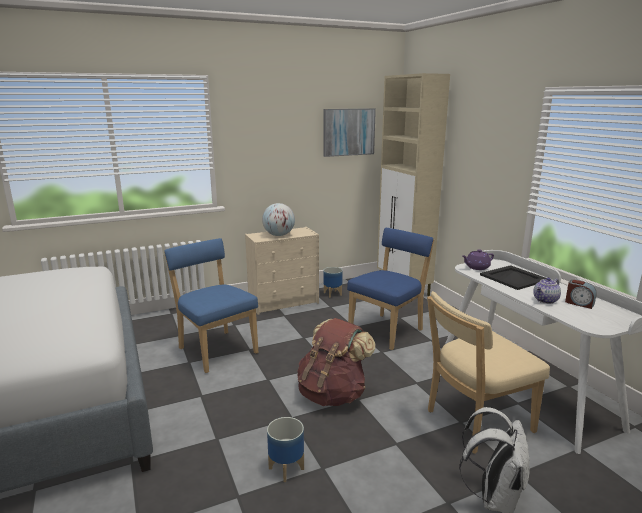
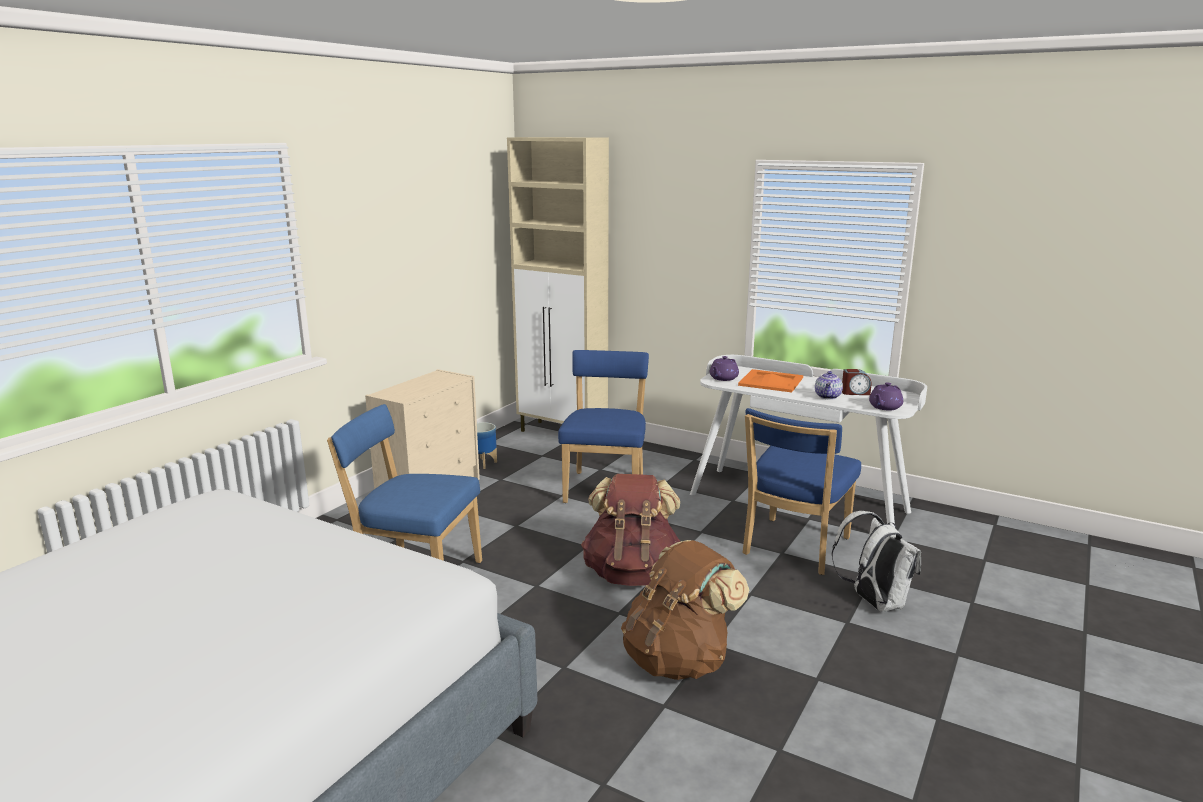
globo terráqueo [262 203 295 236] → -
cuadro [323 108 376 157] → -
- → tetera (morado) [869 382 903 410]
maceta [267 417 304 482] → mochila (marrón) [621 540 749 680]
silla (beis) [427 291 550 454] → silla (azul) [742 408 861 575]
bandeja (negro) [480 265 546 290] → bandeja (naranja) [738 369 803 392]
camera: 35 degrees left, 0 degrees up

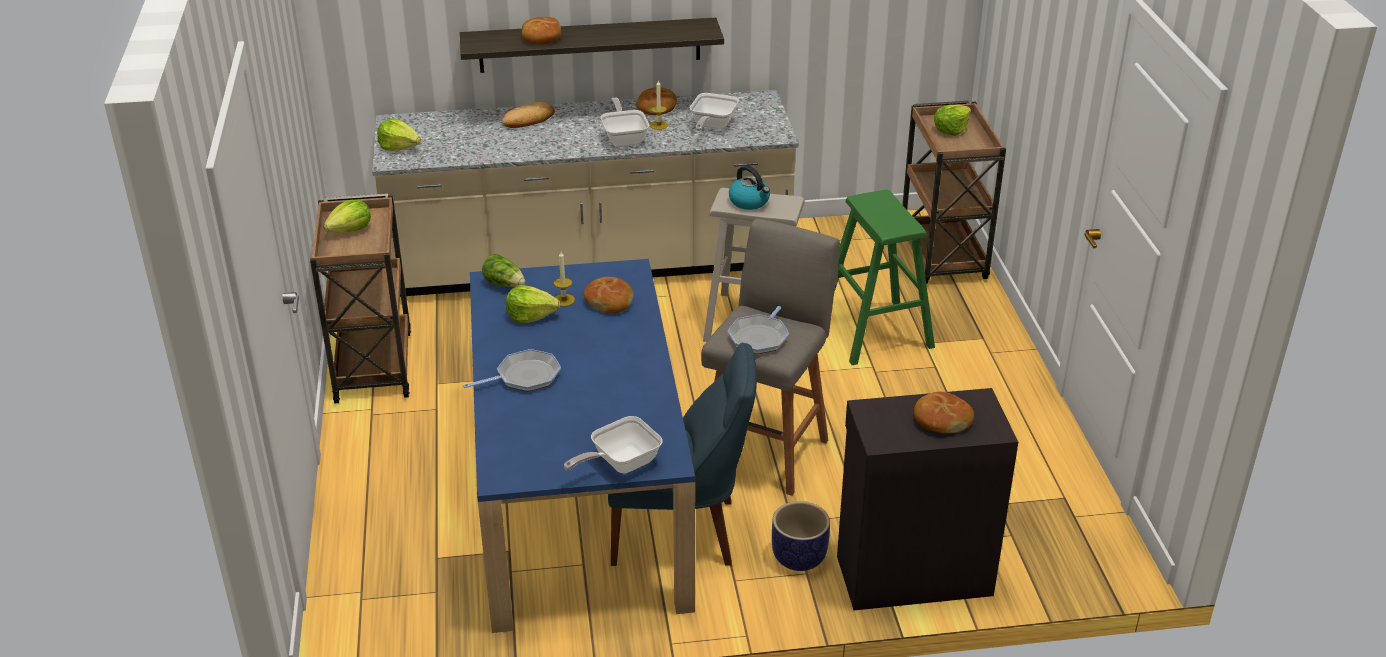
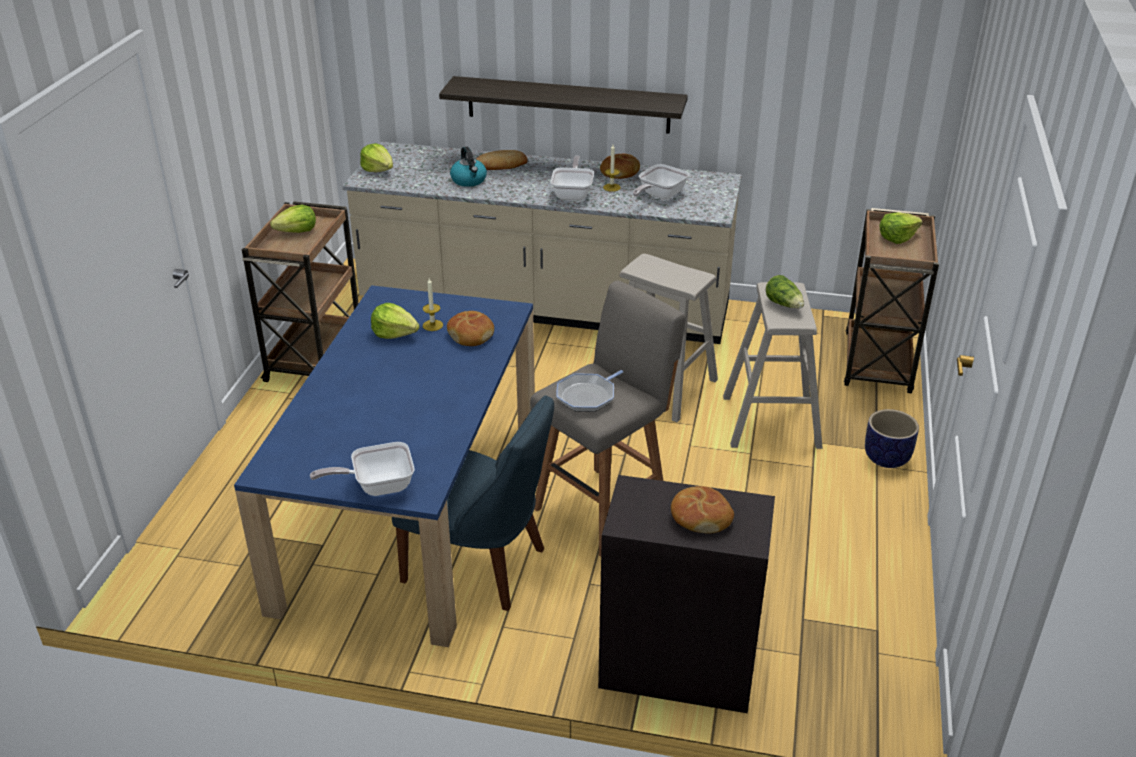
sartén [463 349 561 391] → -
pan [522 17 561 44] → -
lechuga [482 254 526 287] → lechuga [766 275 804 308], move
hervidor [729 165 770 210] → hervidor [450 147 487 187], move
maceta [772 501 830 571] → maceta [865 409 919 468], move
taburete (verde) [834 190 935 365] → taburete (beis) [723 282 823 449]
camera: 20 degrees right, 0 degrees up

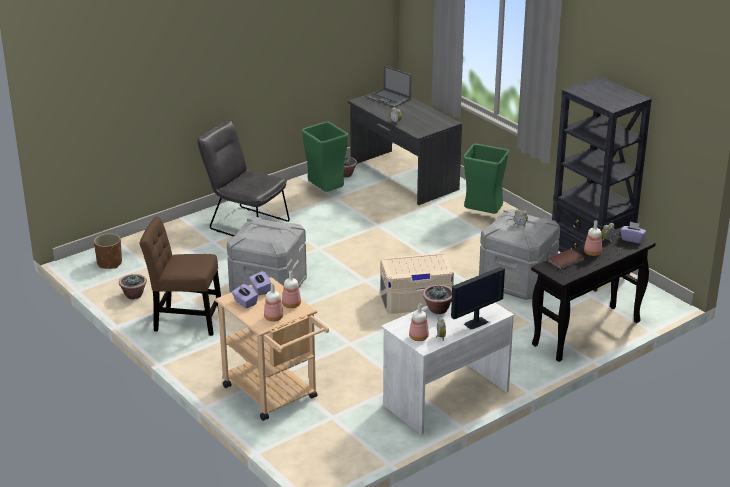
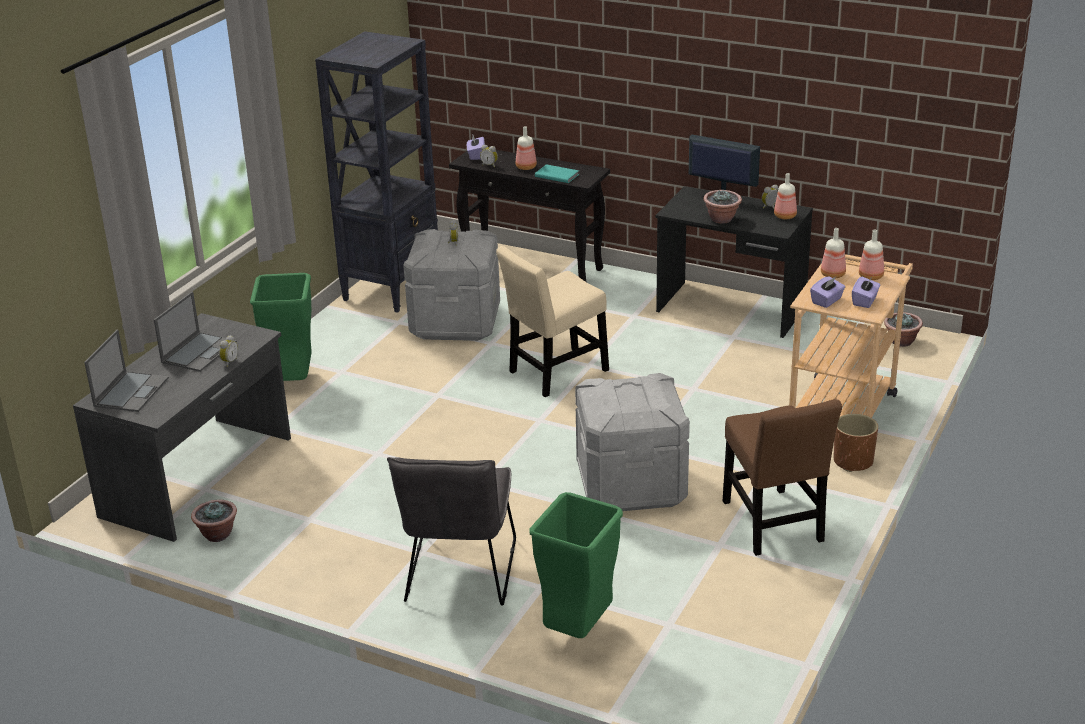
- → portátil [154 292 237 372]
maceta (marrón) [94 233 122 269] → maceta (marrón) [834 414 878 472], move
planta en maceta [119 274 147 300] → planta en maceta [884 312 923 347], move
papelera (verde) [302 121 348 192] → papelera (verde) [529 492 623 638], move
caja de almacenaje (beis) [381 253 454 314] → silla (beis) [496 246 609 397]
escritorio (blanco) [381 301 514 435] → escritorio (negro) [655 186 813 338]
libro (marrón) [547 249 584 270] → libro (turquesa) [535 164 579 183]
camera: 115 degrees left, 0 degrees up

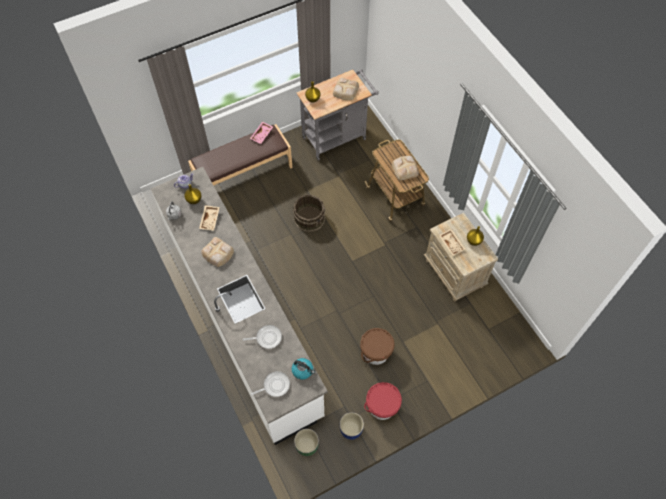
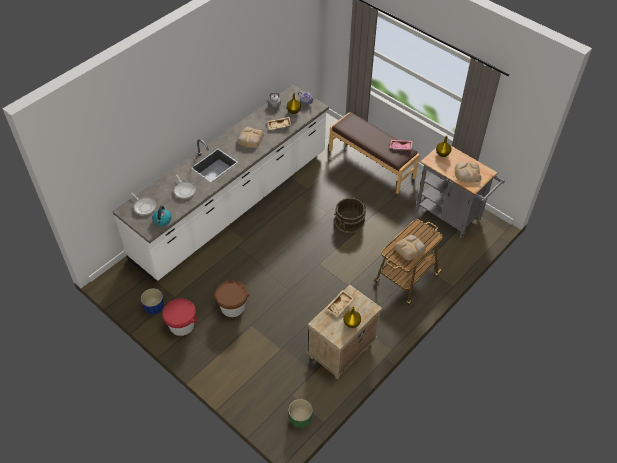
maceta (verde) [294 429 319 456] → maceta (verde) [288 399 313 428], move
camera: 70 degrees right, 10 degrees down

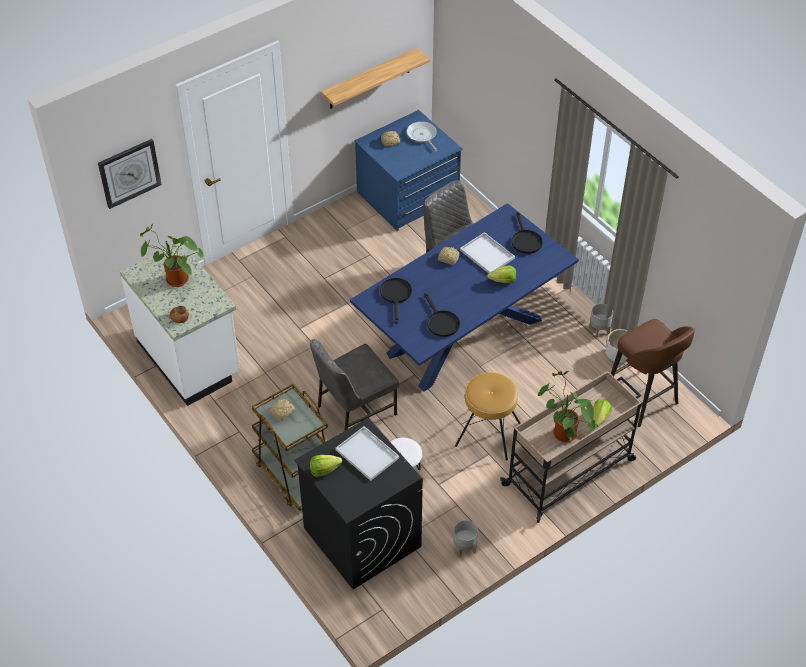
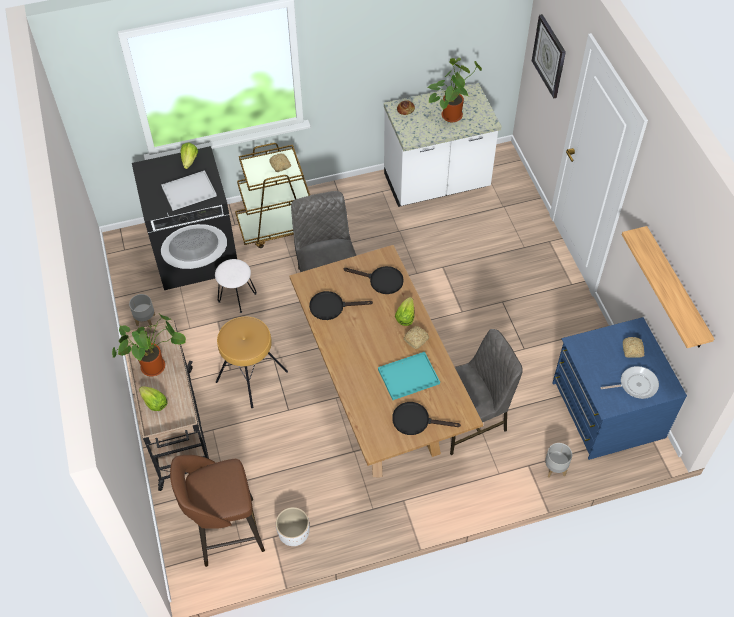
lechuga [487 266 516 283] → lechuga [395 297 415 326], move
maceta (gris) [589 303 613 338] → maceta (gris) [545 443 572 477], move
mesa de comedor (azul) [350 203 579 391] → mesa de comedor (marrón) [290 245 483 477]
bandeja (blanco) [460 232 515 273] → bandeja (turquesa) [378 352 440 400]
camera: 110 degrees right, 5 degrees up

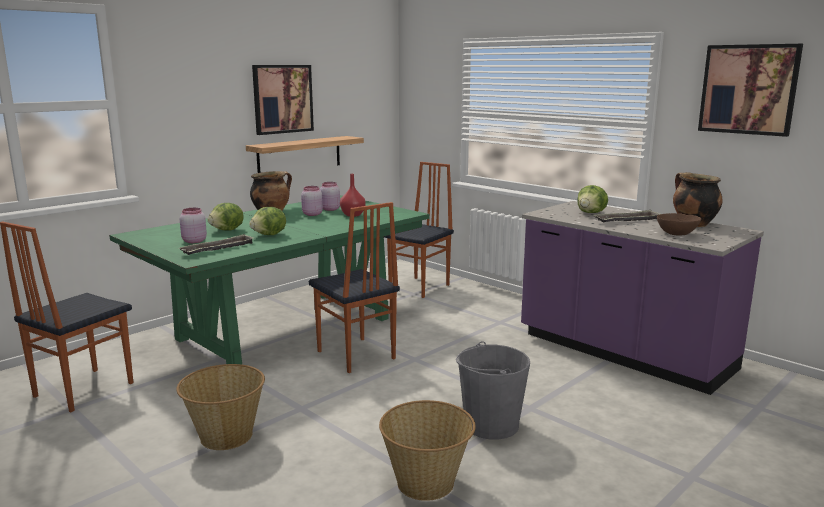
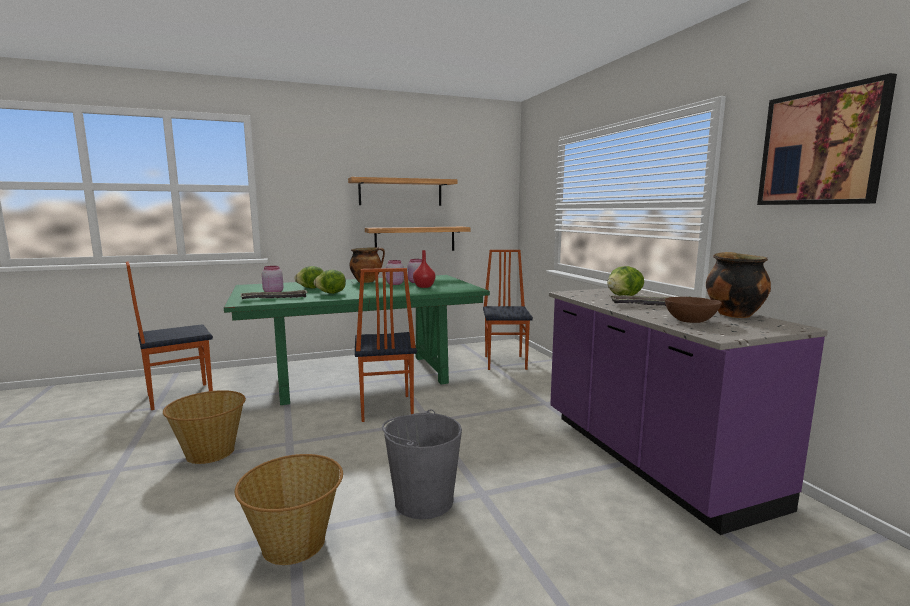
cuadro [252 65 314 135] → estante [348 177 457 206]
silla [384 162 454 298] → silla [483 250 533 370], 60 degrees counterclockwise
camera: 25 degrees right, 5 degrees down

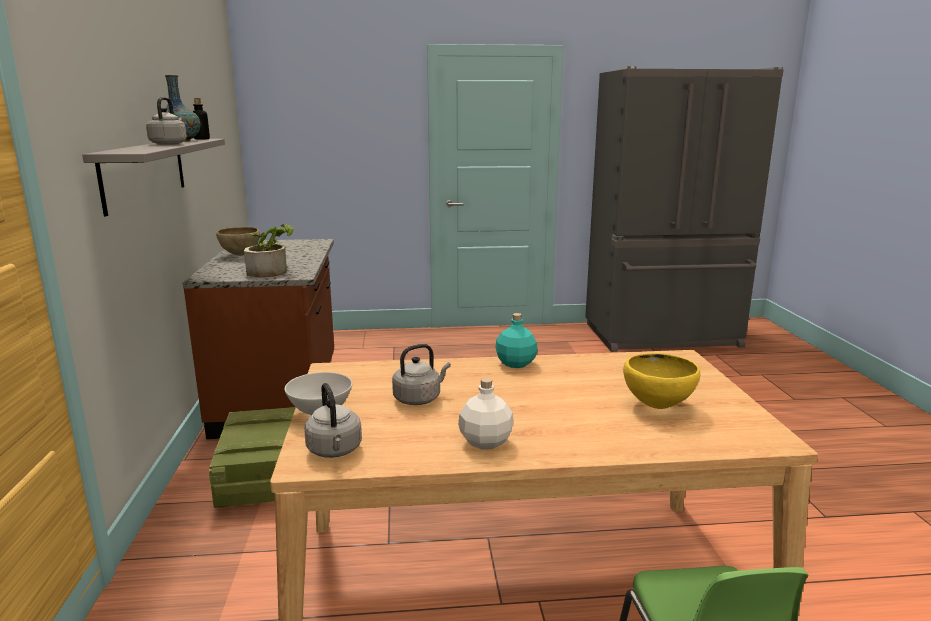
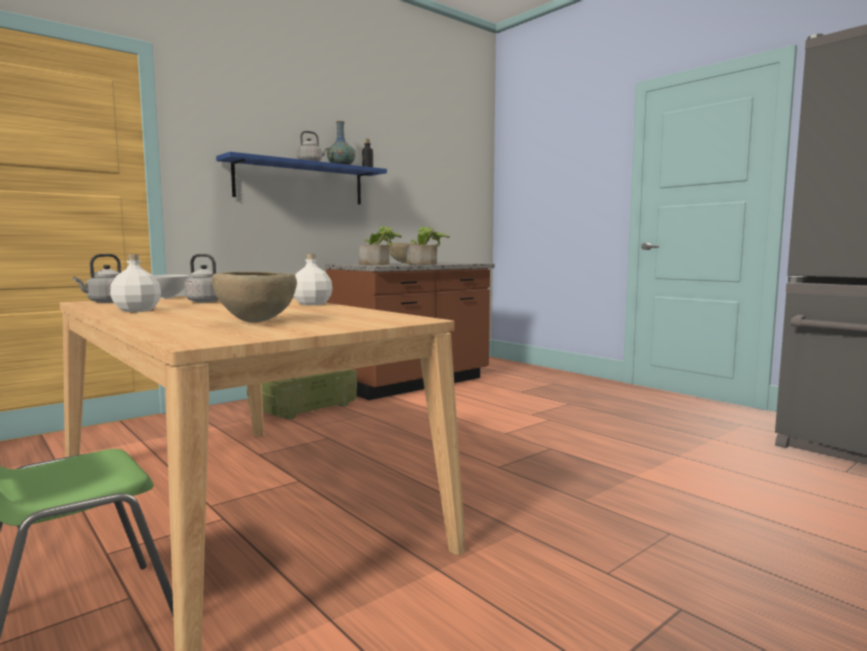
- → planta en maceta [406 227 450 264]
estante (gris) [82 139 225 217] → estante (azul) [216 152 387 204]
botella (turquesa) [495 313 538 368] → botella (blanco) [294 254 333 305]
cuenco (amarillo) [623 353 700 409] → cuenco (marrón) [212 271 297 323]
camera: 55 degrees right, 10 degrees down

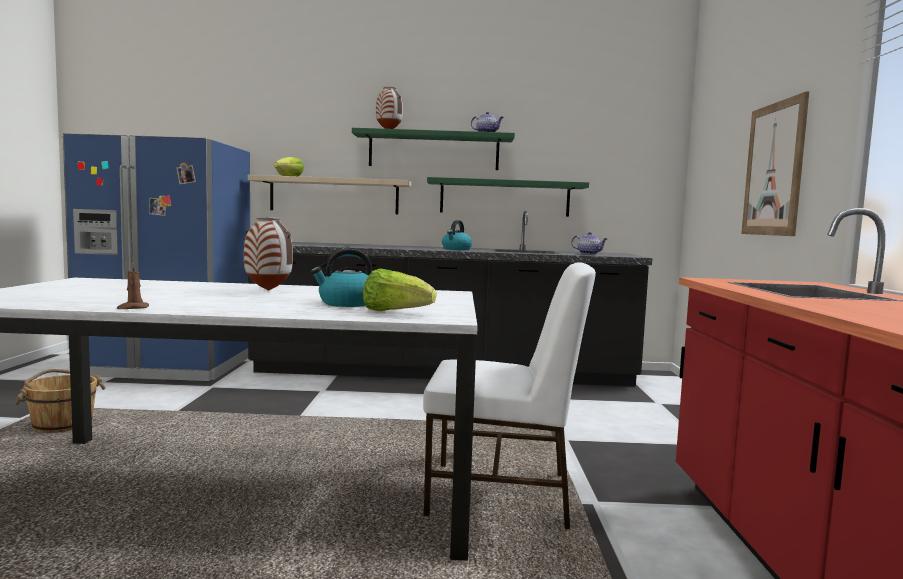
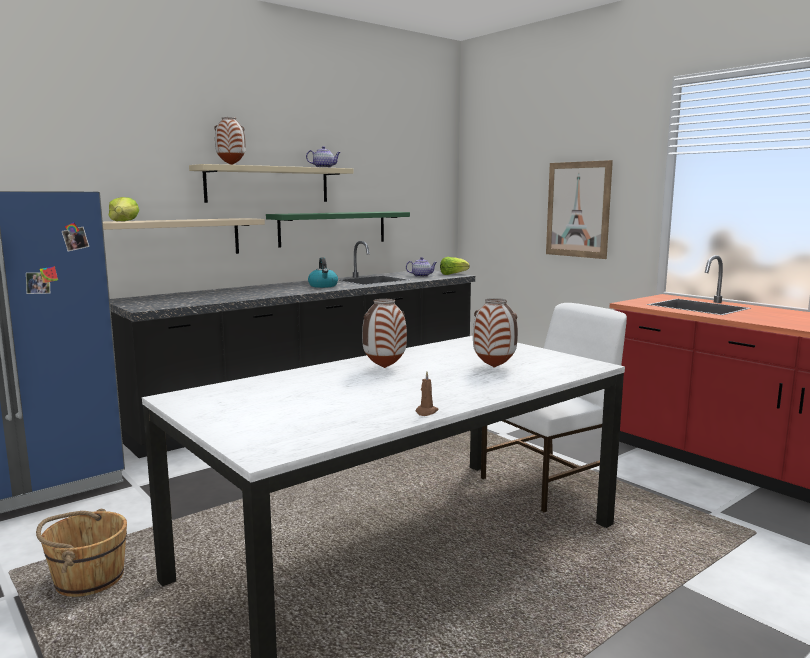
lechuga [363 268 436 311] → lechuga [440 257 470 275], move
hervidor [311 248 372 307] → florero [473 298 518 367]
estante (verde) [352 128 515 170] → estante (beis) [189 164 353 203]
camera: 40 degrees left, 5 degrees up

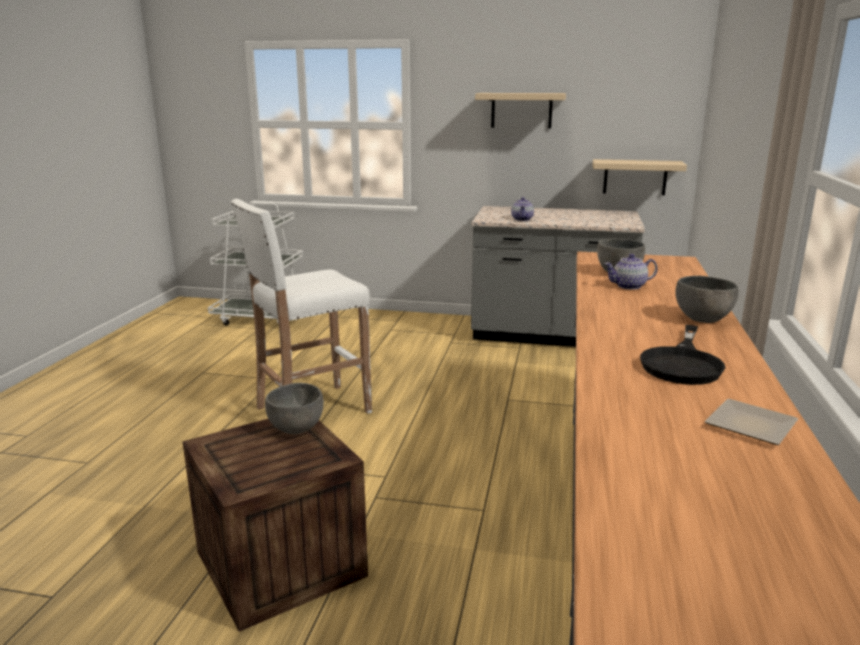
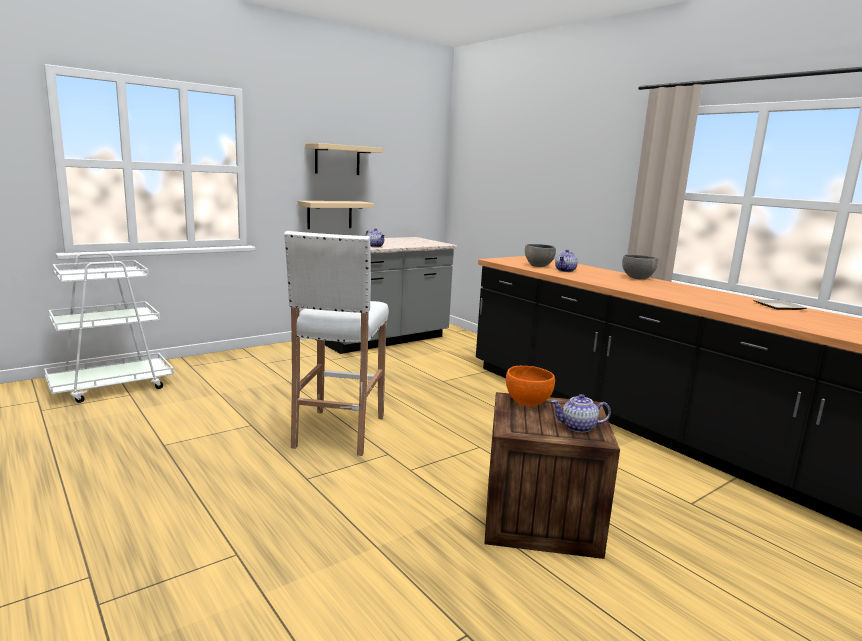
sartén (negro) [640 325 726 385] → -
- → tetera [551 394 611 433]
estante (beis) [592 159 687 195] → estante (beis) [298 201 374 229], move
cuenco (gris) [265 383 324 434] → cuenco (naranja) [506 366 555 406]
camera: 50 degrees left, 5 degrees down

